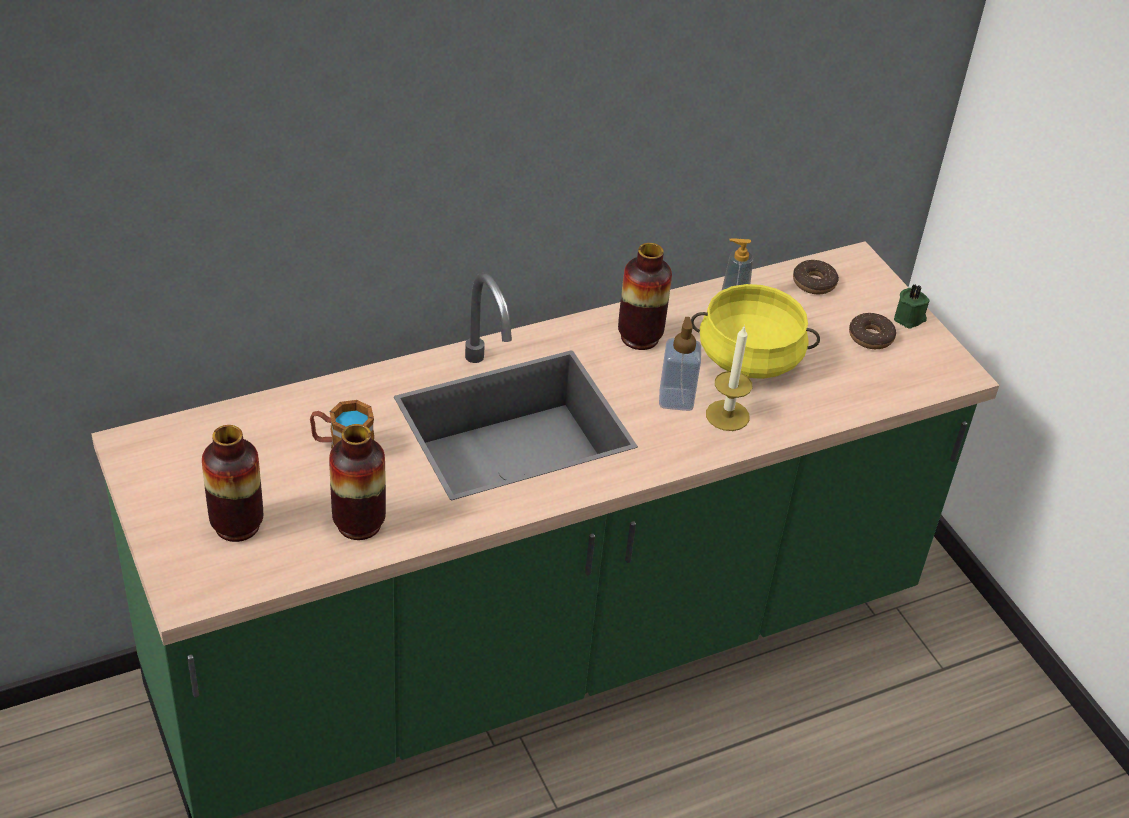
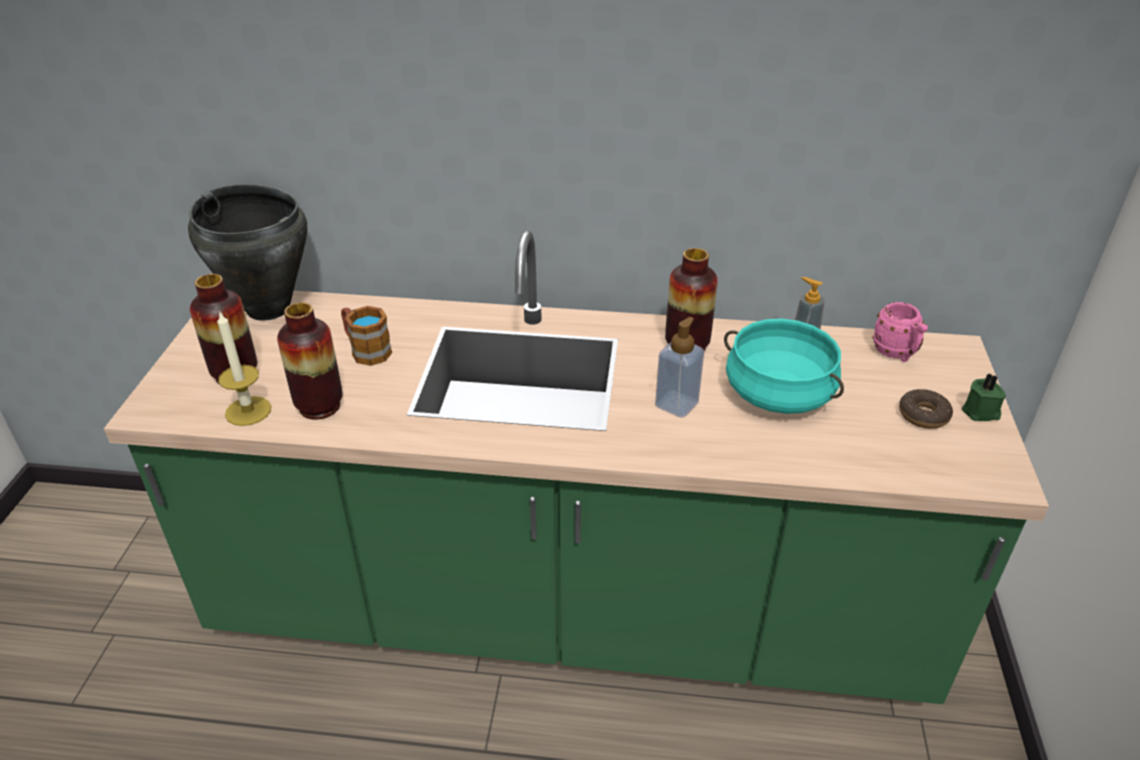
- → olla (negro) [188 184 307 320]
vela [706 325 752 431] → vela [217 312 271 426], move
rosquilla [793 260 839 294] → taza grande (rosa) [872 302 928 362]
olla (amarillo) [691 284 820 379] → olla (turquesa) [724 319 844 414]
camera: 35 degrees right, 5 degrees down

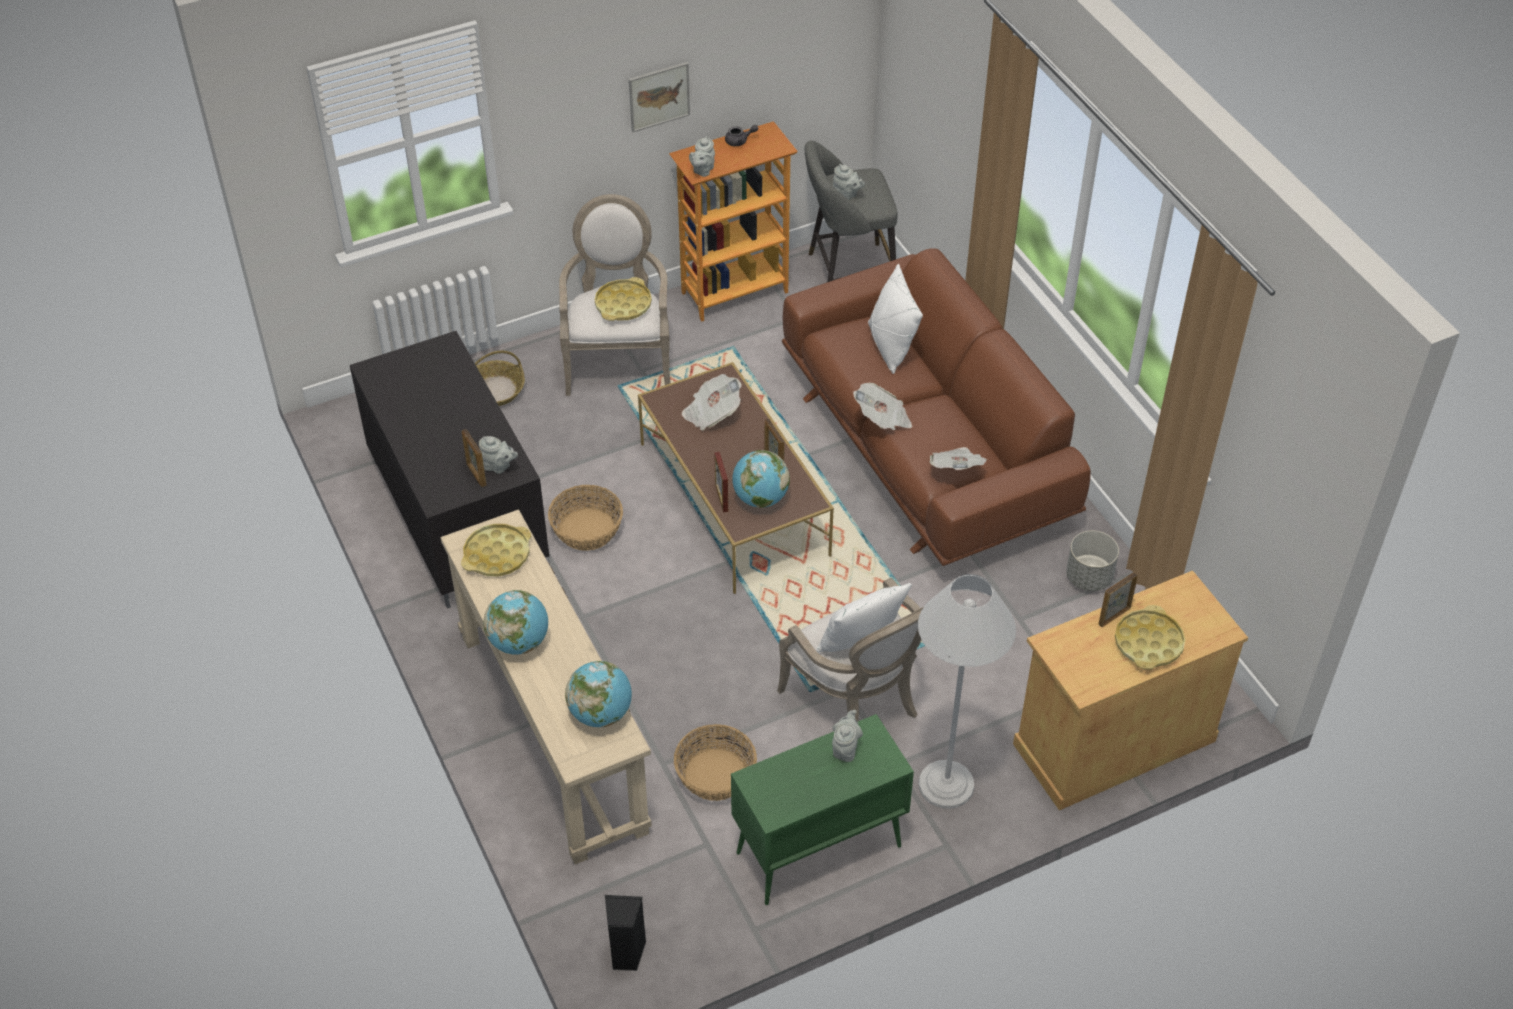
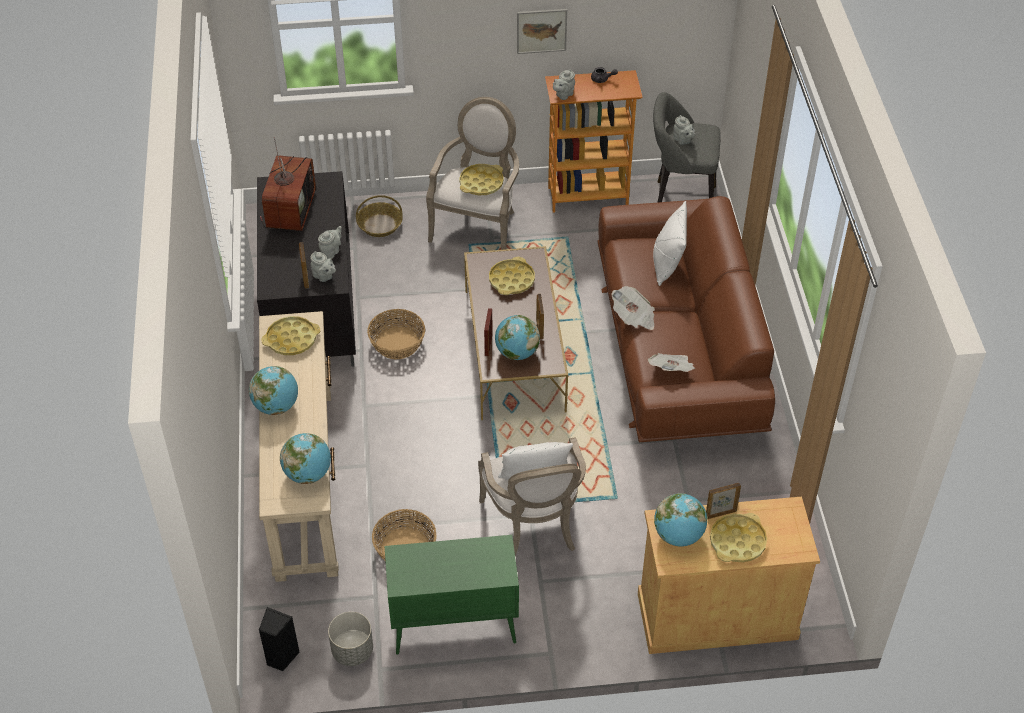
lámpara de pie (blanco) [918 574 1016 809] → -
- → televisor [260 137 316 231]
- → globo terráqueo [654 493 707 546]
tetera (gris) [832 710 863 762] → tetera (gris) [318 226 342 259], move
maceta (gris) [1066 531 1119 591] → maceta (gris) [328 612 373 666], move
periódico [682 374 742 431] → bandeja (amarillo) [489 257 535 295]
camera: 20 degrees right, 0 degrees up

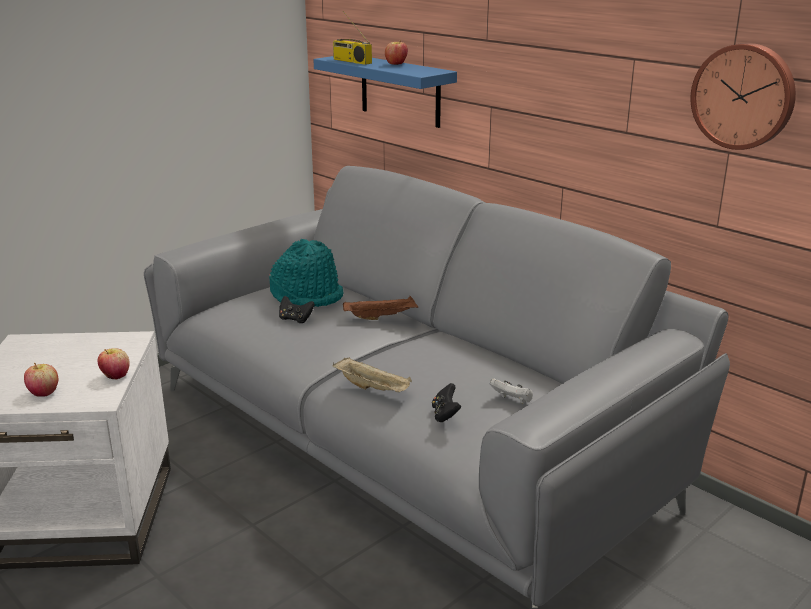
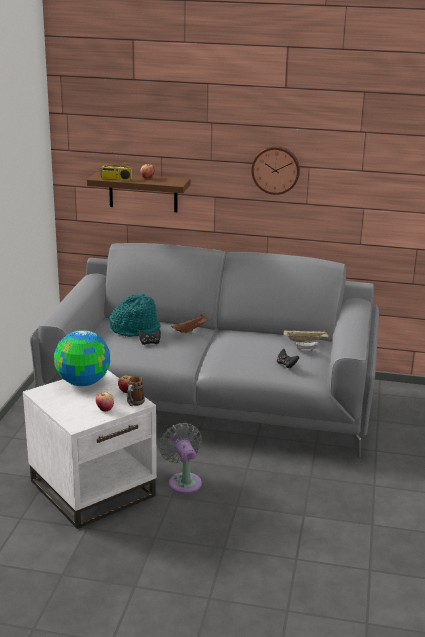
- → globo terráqueo [54 330 110 386]
- → taza grande [127 376 145 406]
- → ventilador (gris) [159 423 202 494]
bandeja (beis) [332 357 412 392] → bandeja (beis) [283 330 329 342], move
reloj de pared [690 43 796 150] → reloj de pared [251 146 300 195], move
estante (azul) [313 56 457 128] → estante (marrón) [87 172 190 212]
camera: 35 degrees left, 0 degrees up

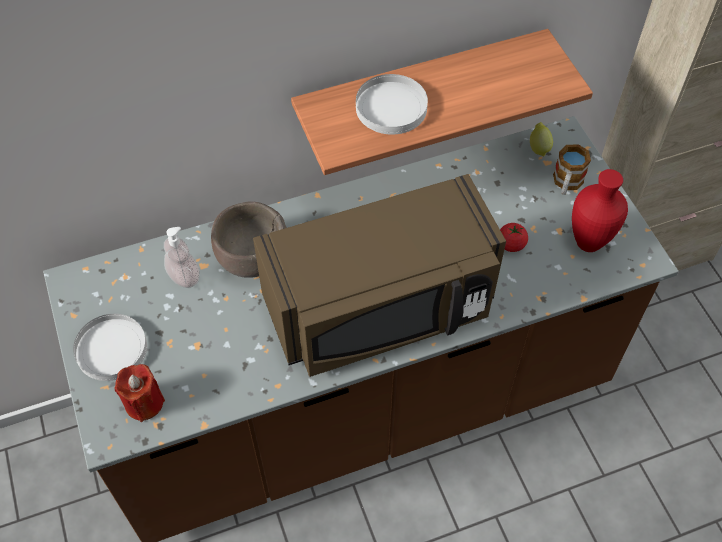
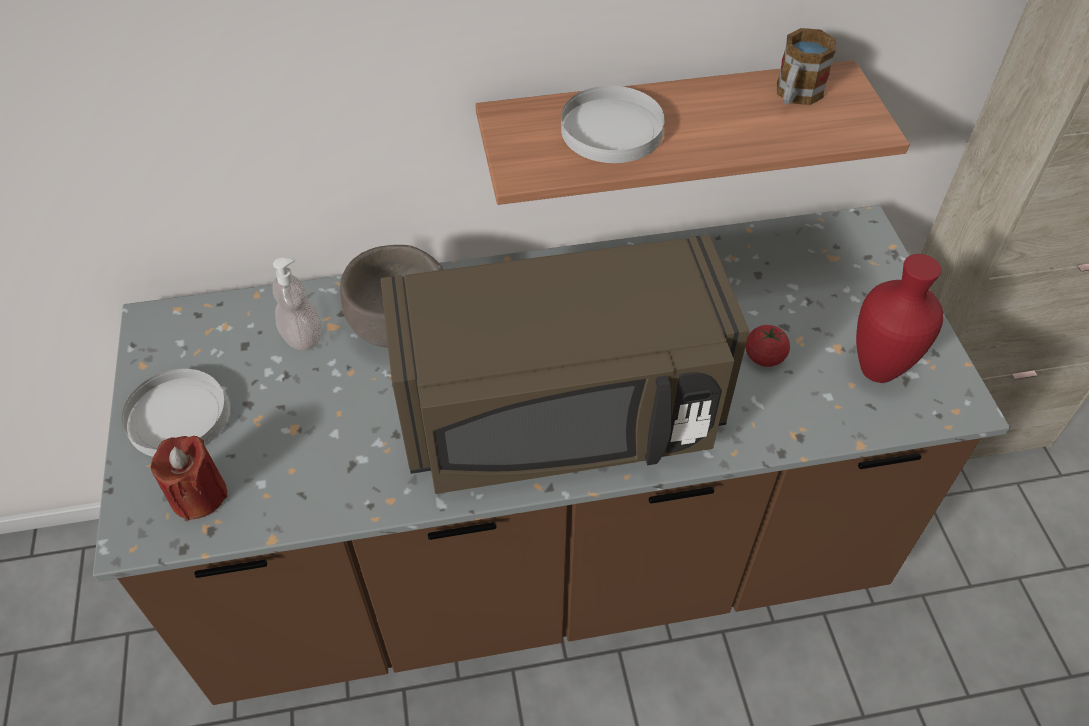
limón [530 122 553 157] → -
taza grande [553 144 591 195] → taza grande [777 28 836 105], move
camera: 10 degrees right, 5 degrees down

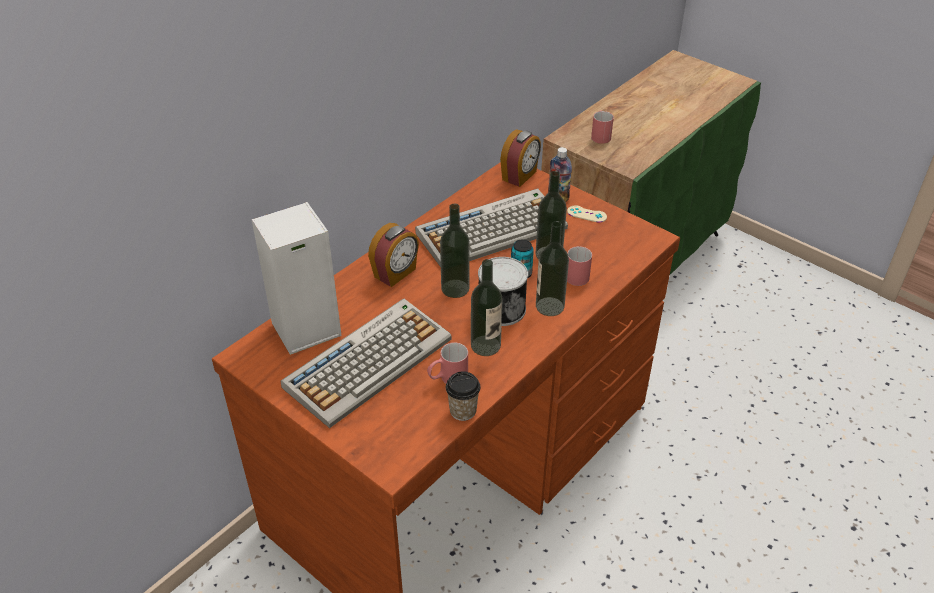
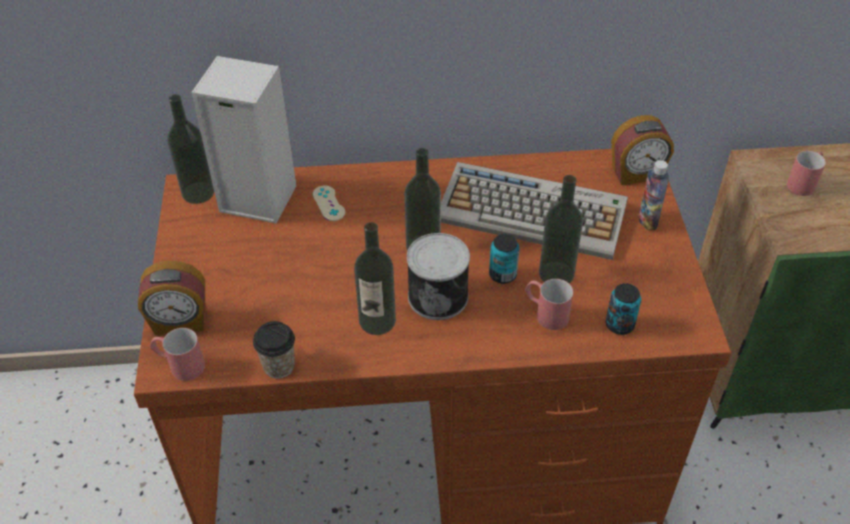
teclado [281 299 452 428] → -
- → lata [606 283 641 335]
despertador [368 223 419 287] → despertador [138 261 205 335], move
taza grande (rojo) [427 342 468 384] → taza grande (rojo) [150 328 205 381], move
botella [536 221 569 316] → botella [167 94 214 204], move
mando de consola (beis) [567 205 607 223] → mando de consola (beis) [313 186 345 221], move
camera: 45 degrees right, 5 degrees up

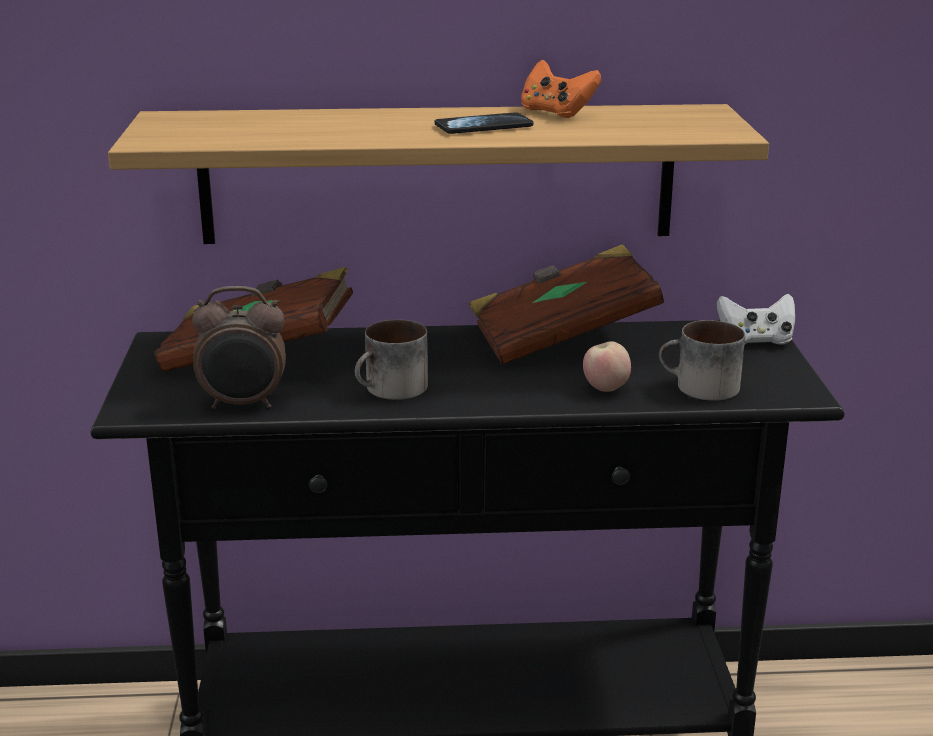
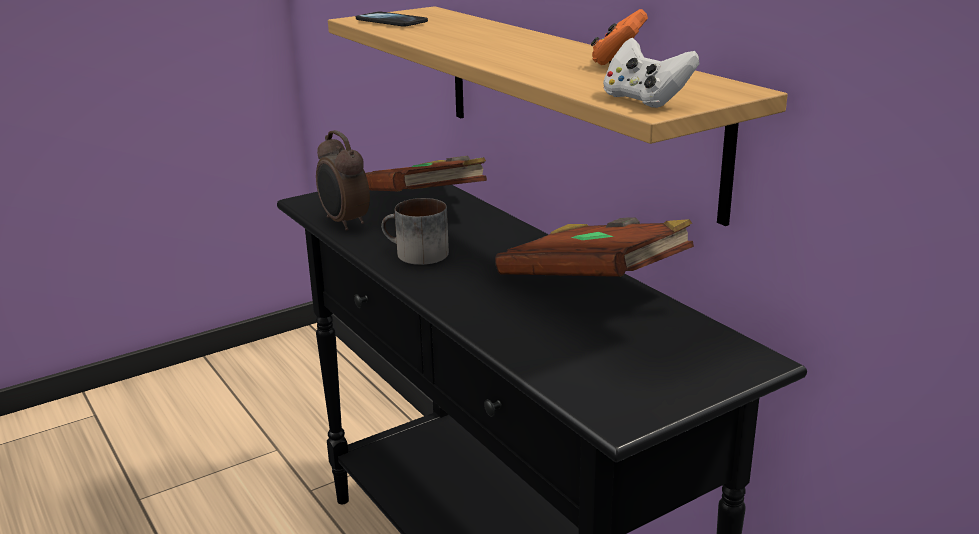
manzana [583 341 631 392] → -
taza grande [659 320 745 401] → -
móvil [435 112 534 134] → móvil [356 11 428 27], move
mando de consola (blanco) [717 294 795 345] → mando de consola (blanco) [603 38 700 108], move
camera: 60 degrees right, 0 degrees up

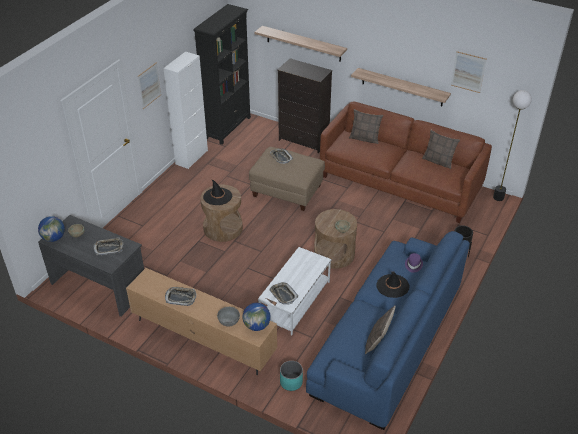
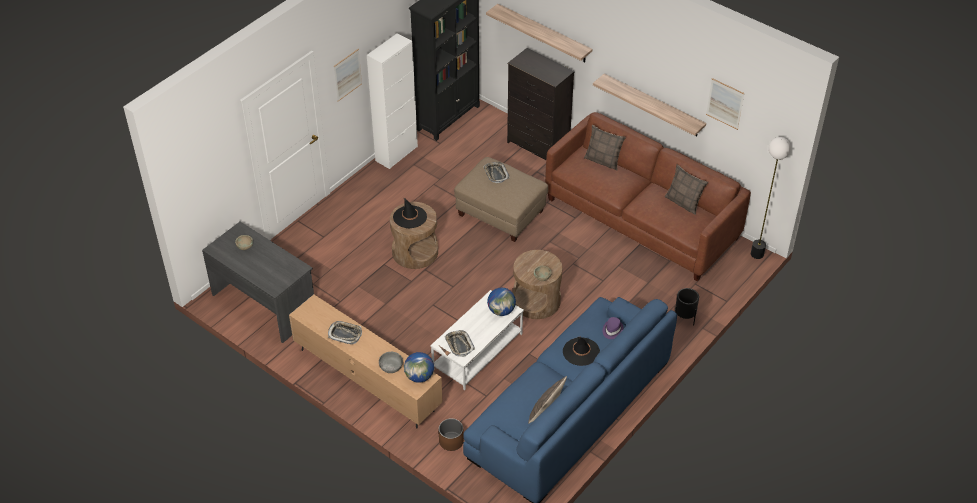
bandeja [93 237 124 255] → -
globo terráqueo [38 216 65 242] → globo terráqueo [487 288 516 316], move
maceta (turquesa) [280 361 303 391] → maceta (marrón) [439 418 464 451]
camera: 10 degrees right, 5 degrees up

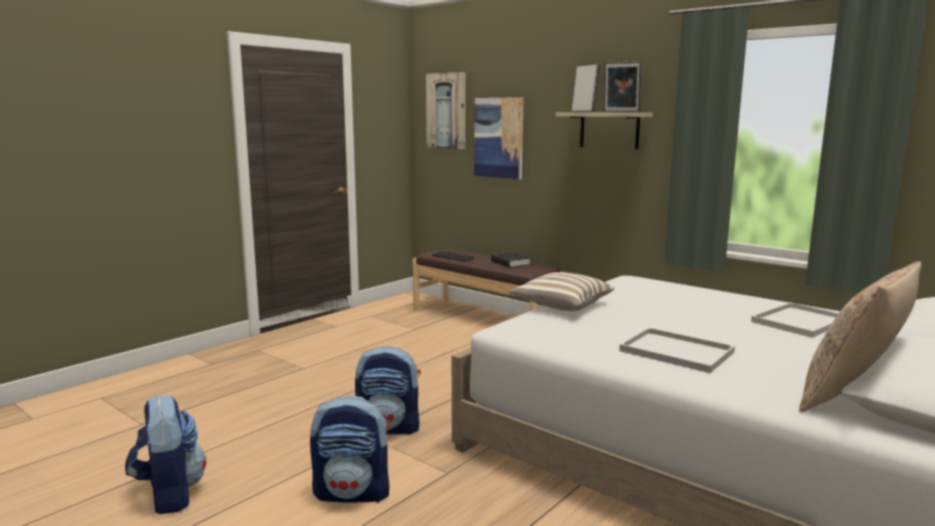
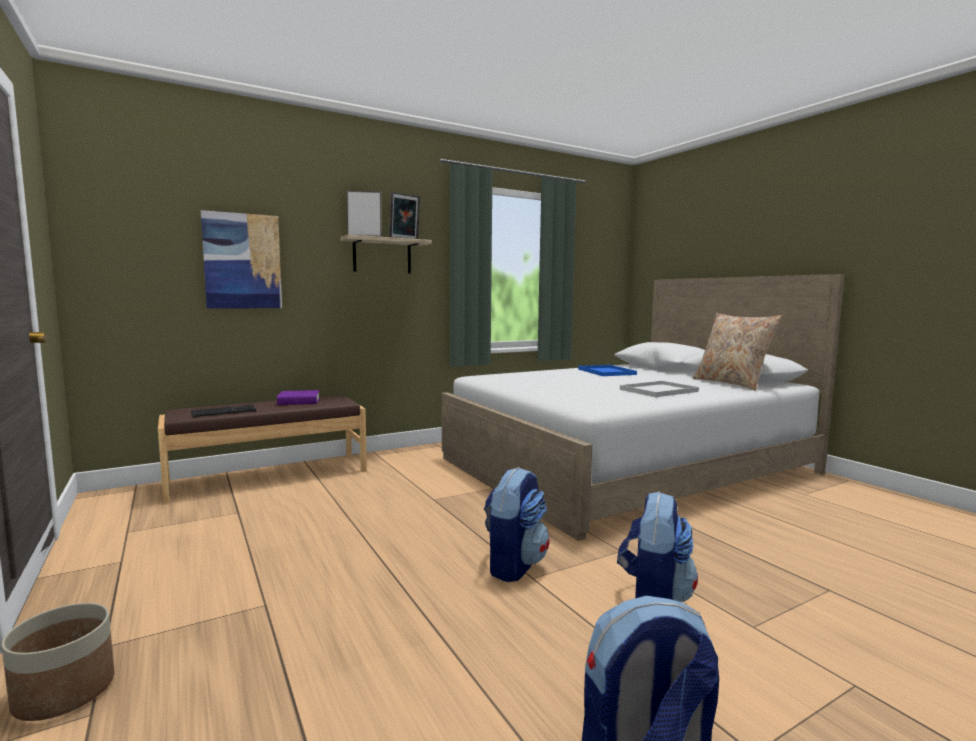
cuadro [426 72 466 149] → -
cojín [509 272 614 311] → -
- → maceta [1 603 114 721]
libro (negro) [491 252 531 268] → libro (morado) [277 390 320 405]
bandeja (blanco) [751 302 839 338] → bandeja (azul) [578 365 637 376]
camera: 70 degrees left, 5 degrees down

